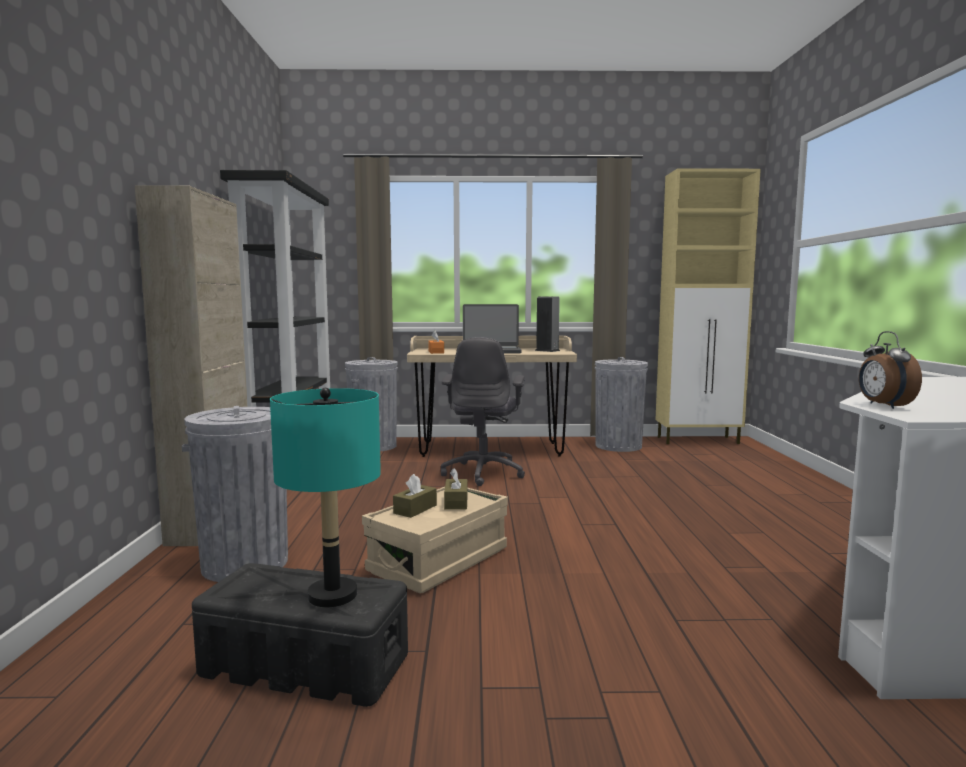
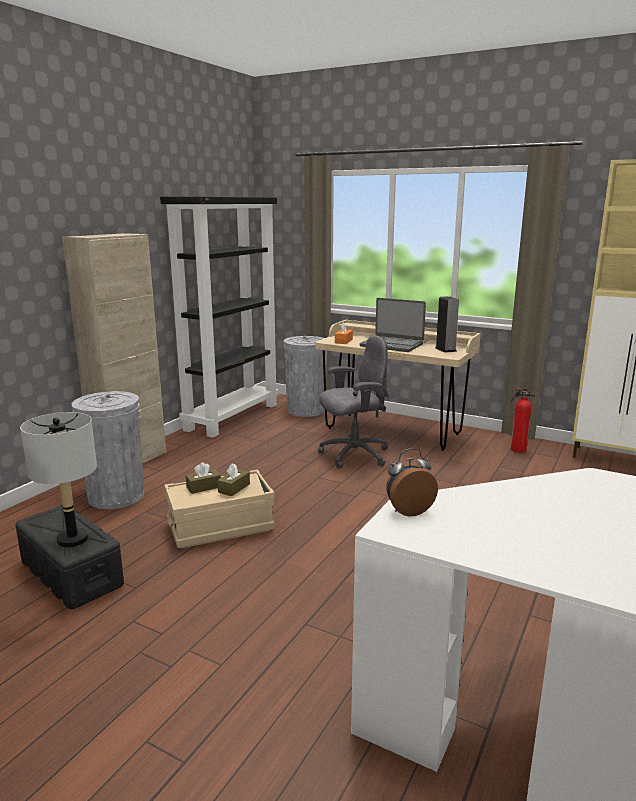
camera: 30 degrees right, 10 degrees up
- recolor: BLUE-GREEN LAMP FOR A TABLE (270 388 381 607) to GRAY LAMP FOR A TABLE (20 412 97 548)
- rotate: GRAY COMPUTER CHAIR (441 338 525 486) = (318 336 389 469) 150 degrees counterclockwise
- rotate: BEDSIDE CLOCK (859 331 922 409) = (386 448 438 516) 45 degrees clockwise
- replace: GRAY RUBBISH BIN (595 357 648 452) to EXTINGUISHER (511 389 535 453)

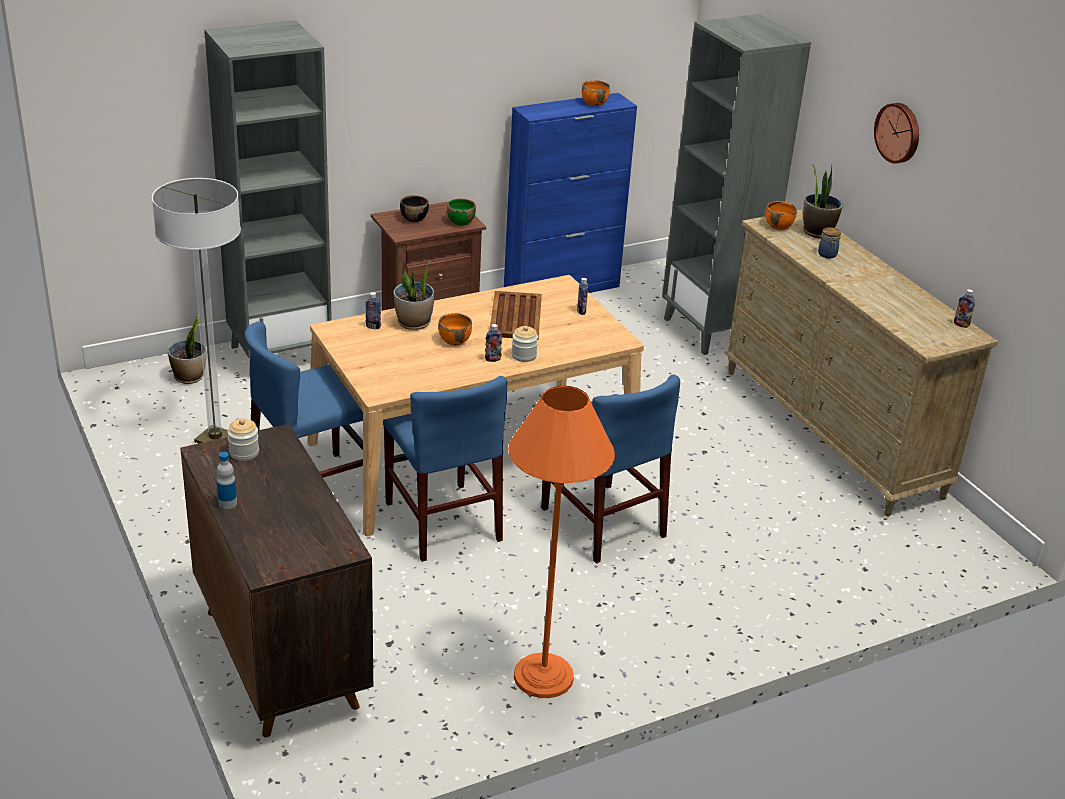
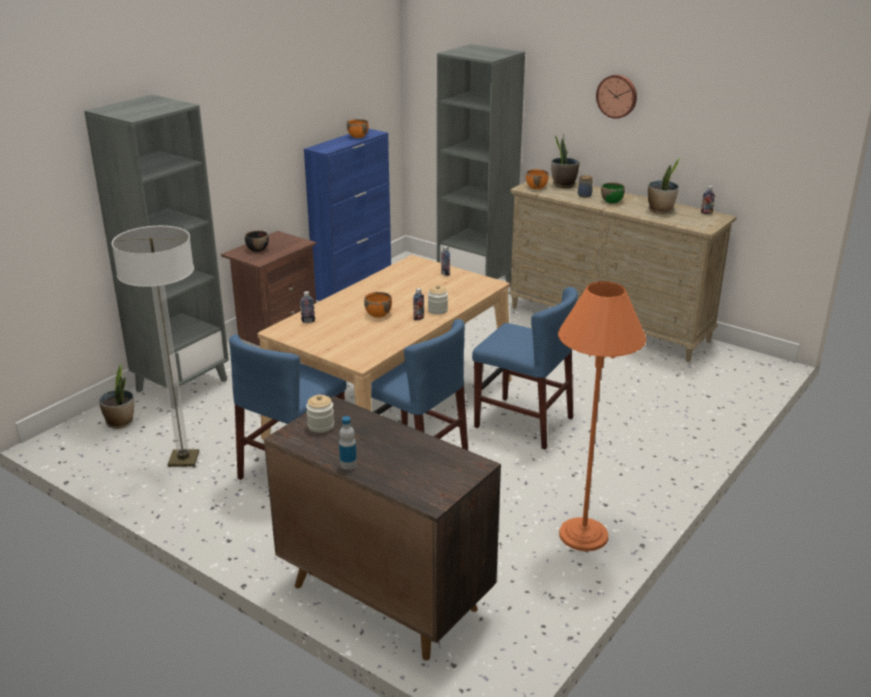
camera: 25 degrees left, 5 degrees down
- move: GREENISH SERVING BOWL (447 198 476 226) to (601 182 625 203)
- move: HOUSEPLANT (393 261 434 330) to (648 157 681 214)
- delete: BROWN CARRYING TRAY (490 291 542 340)

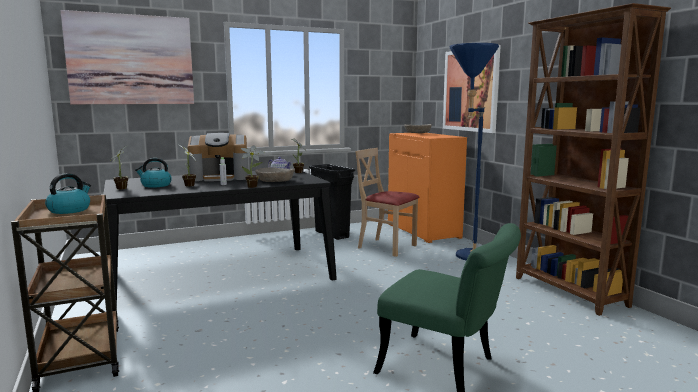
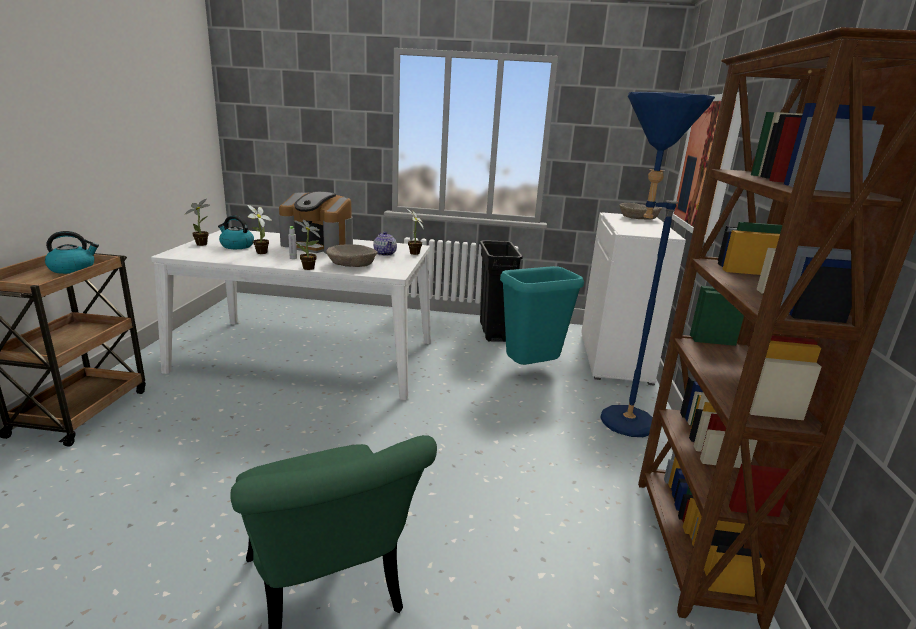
camera: 30 degrees right, 10 degrees up
- recolor: BLACK-COLOURED DINNER TABLE (103 171 337 307) to WHITISH DINNER TABLE (151 230 431 400)
- replace: SAND-COLOURED UPRIGHT CHAIR (355 148 420 257) to BLUE-GREEN RUBBISH BIN (500 266 584 365)
- recolor: ORANGEY CABINET (388 133 467 243) to WHITISH CABINET (581 212 686 386)
- delete: PICTURE (60 10 194 104)

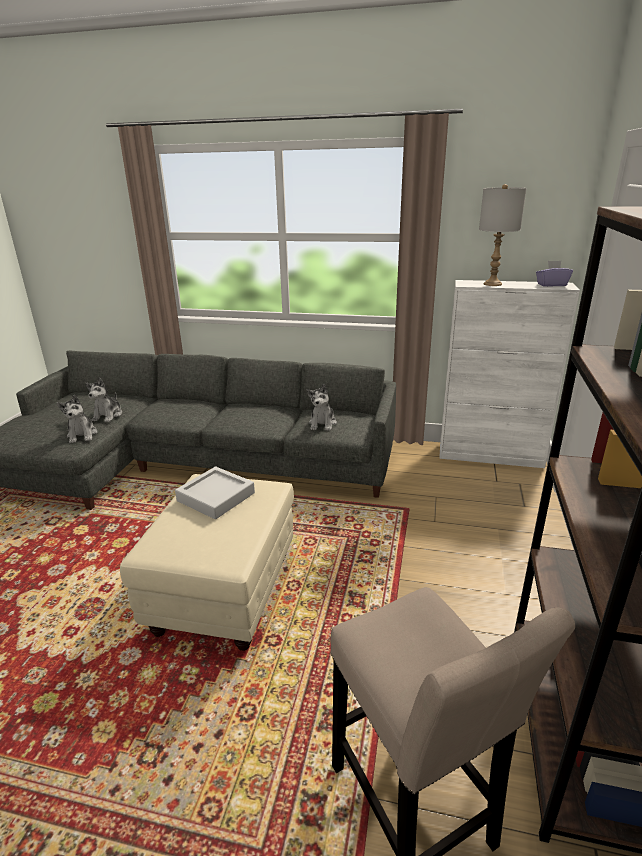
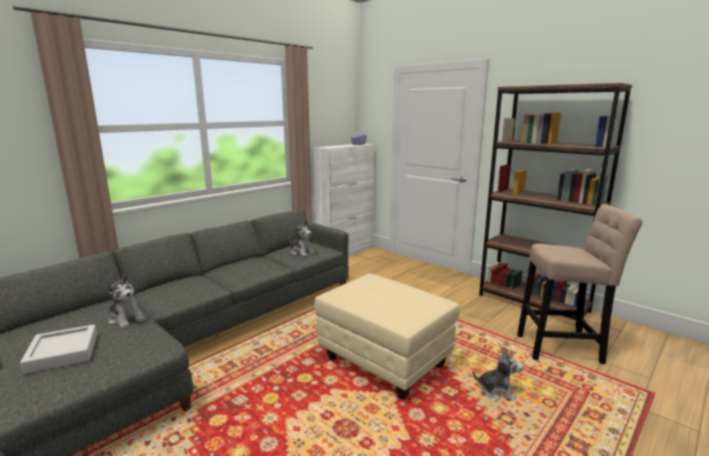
camera: 60 degrees left, 10 degrees down
- move: GRAY CARRYING TRAY (175 467 255 519) to (20 324 97 374)
- move: CUDDLY TOY (57 395 97 443) to (473 348 524 400)
- delete: GRAY LAMP FOR A TABLE (479 184 527 286)

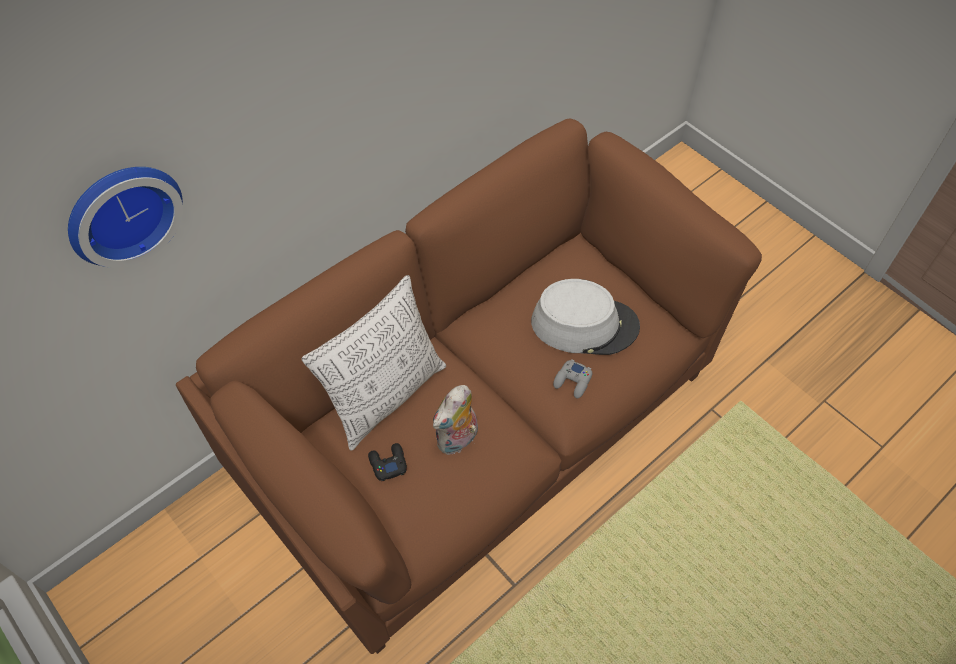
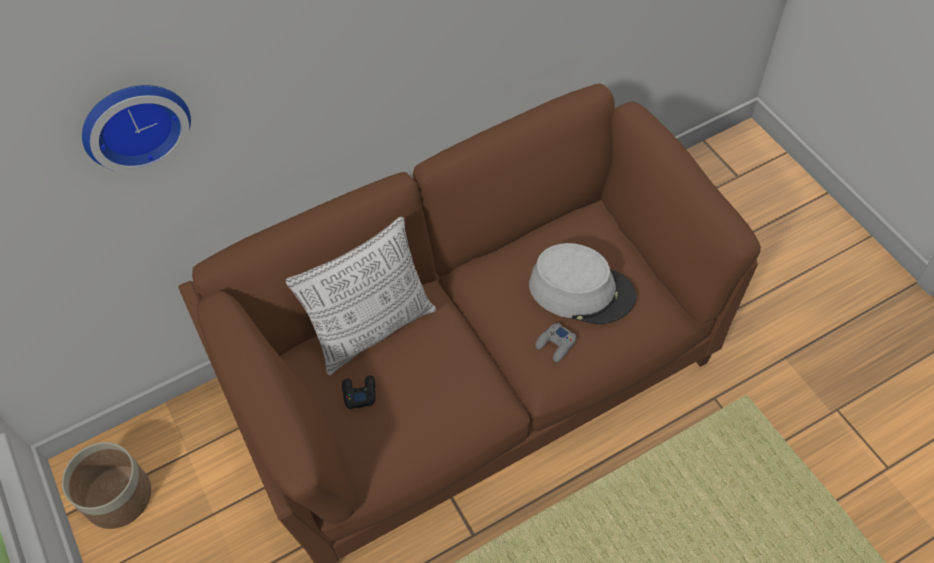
camera: 15 degrees right, 0 degrees up
- insert: FLOWER POT (62 442 151 529)
- delete: CUDDLY TOY (433 385 478 455)

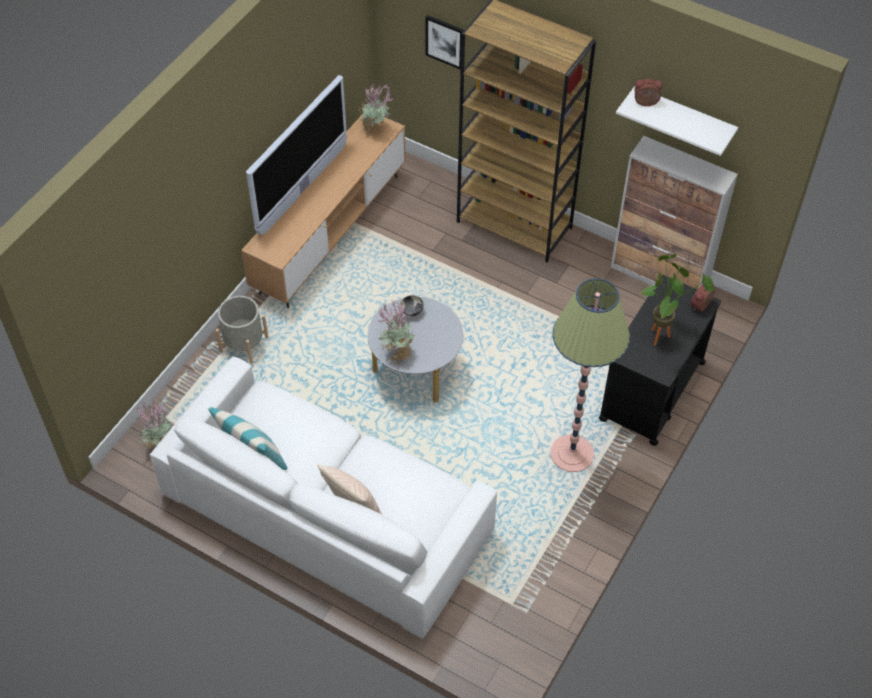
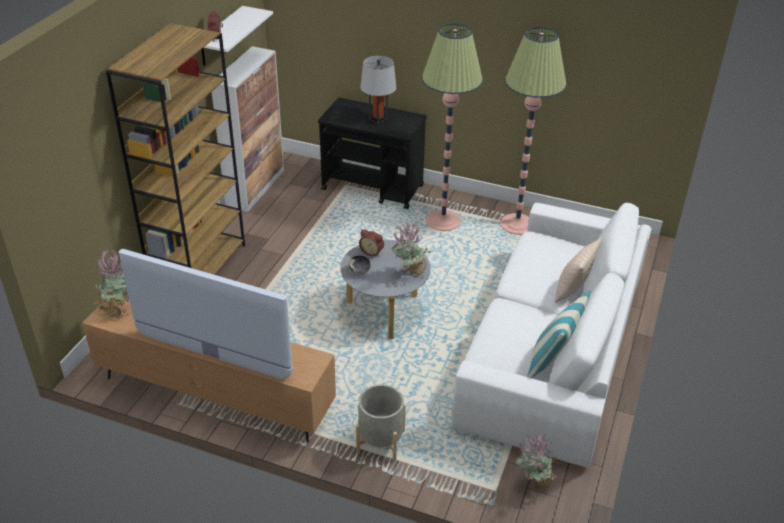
camera: 100 degrees left, 15 degrees down
- move: BEDSIDE CLOCK (690 284 715 312) to (359 229 384 256)
- replace: HOUSEPLANT (640 254 714 346) to GRAY LAMP FOR A TABLE (360 55 396 124)
- insert: STANDING LAMP (500 27 566 235)
- delete: PICTURE (425 15 464 70)

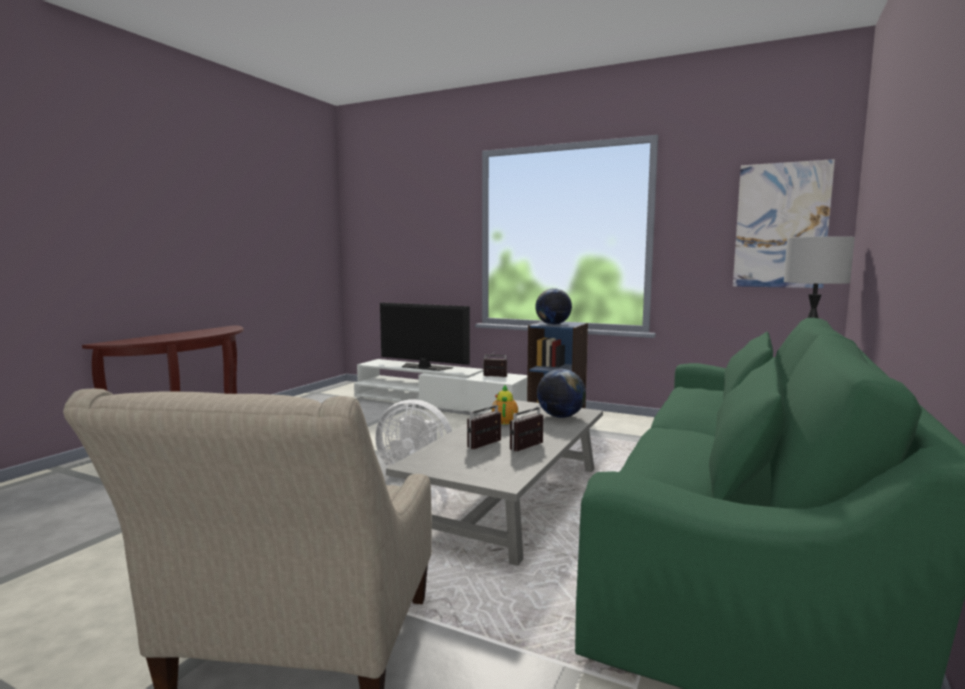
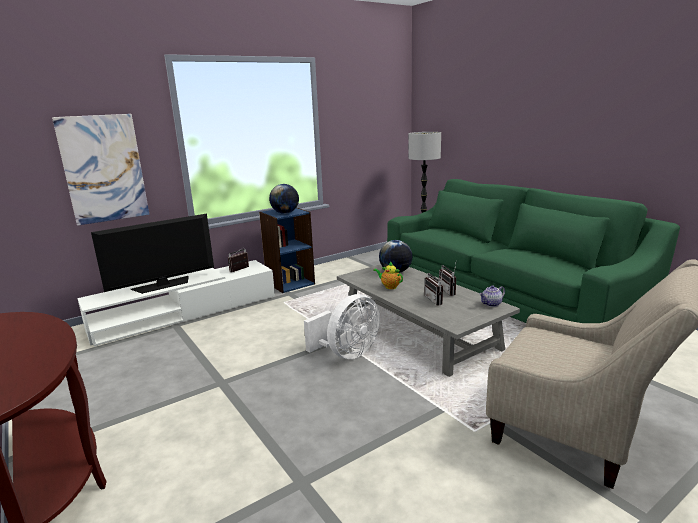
camera: 60 degrees left, 10 degrees up
- move: PICTURE (733 159 835 288) to (52 114 149 226)
- insert: POT FOR TEA (479 285 505 307)

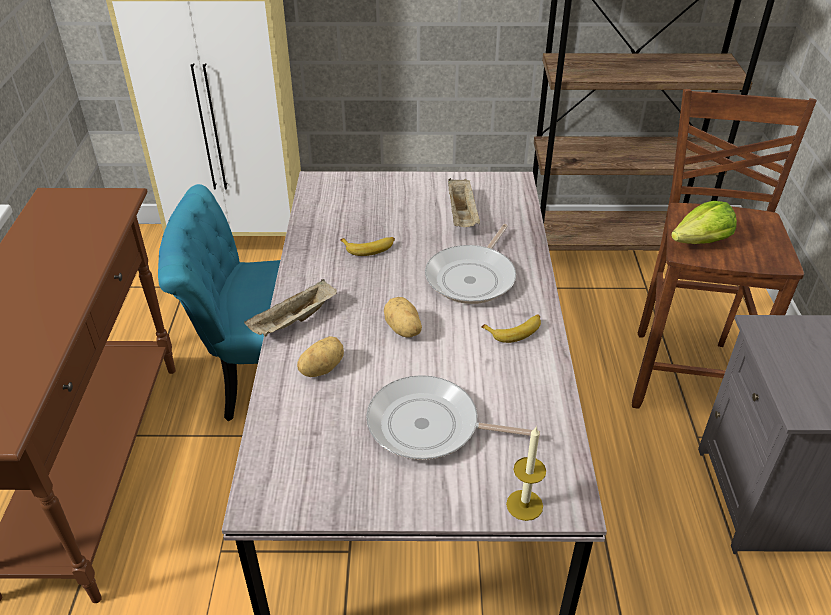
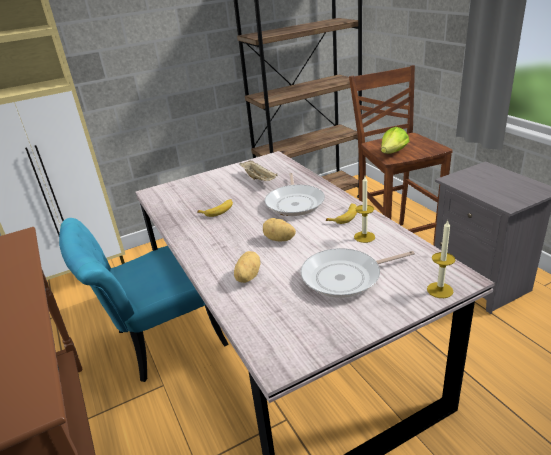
camera: 25 degrees left, 10 degrees down
- insert: WAX CANDLE (354 176 375 243)
- delete: SAND-COLOURED CARRYING TRAY (244 279 337 337)

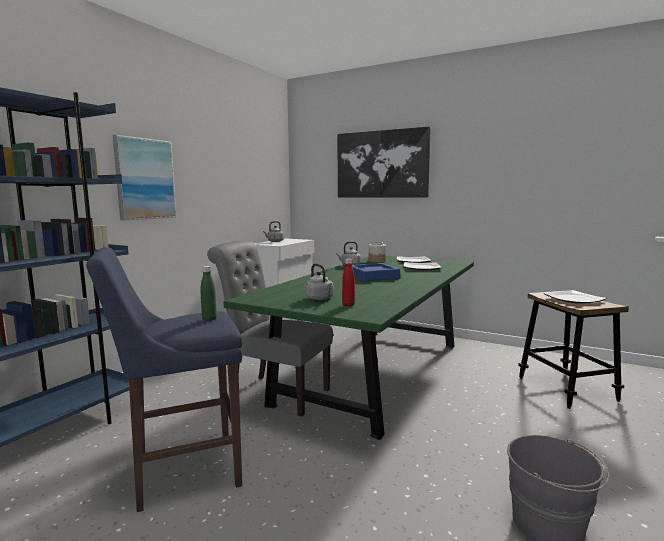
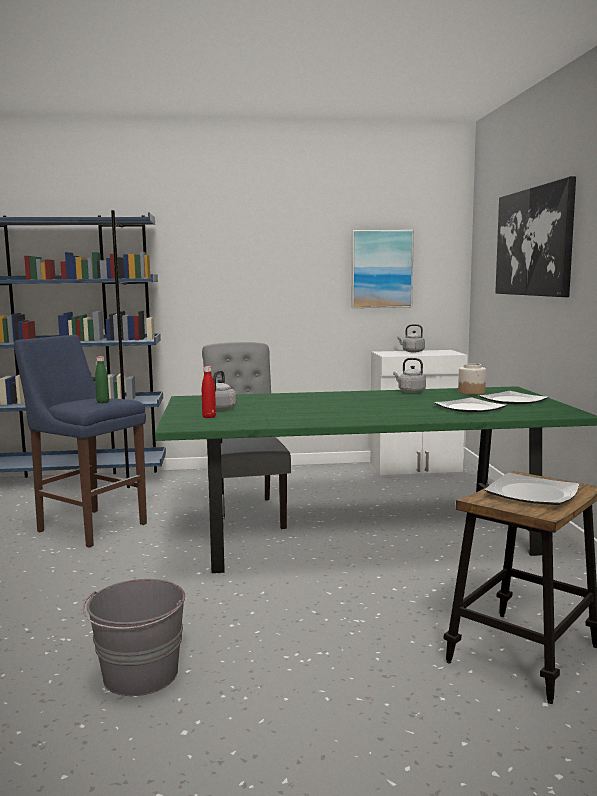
camera: 55 degrees right, 0 degrees up
- move: PICTURE (113 135 176 221) to (352 230 414 308)
- delete: BLUE-COLOURED CARRYING TRAY (352 263 400 281)

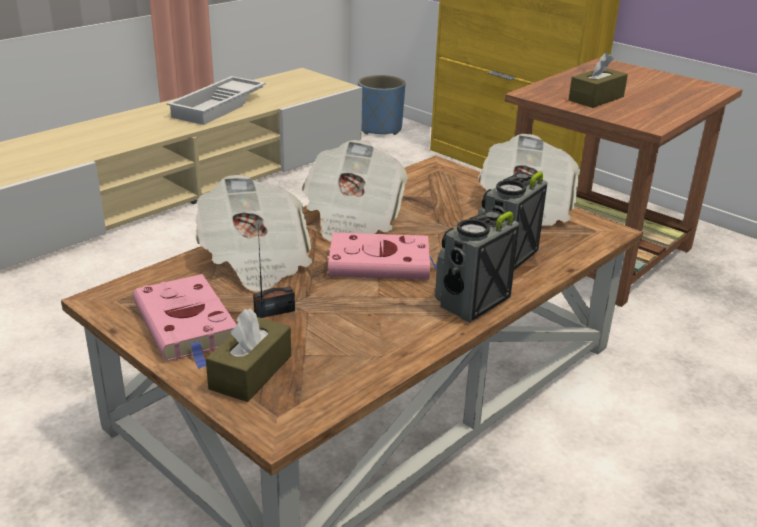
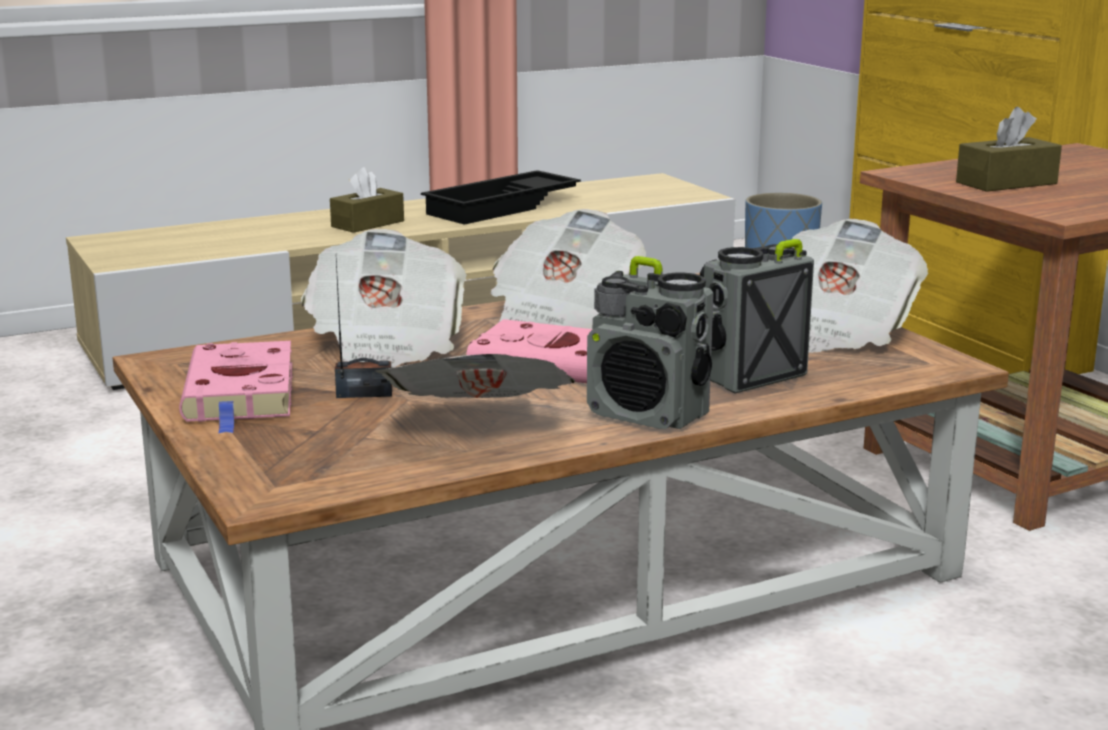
camera: 20 degrees right, 10 degrees down
- move: BROWN BOX OF TISSUES (206 308 291 402) to (330 167 404 233)
- insert: PRINTED PAPER (375 354 575 398)
- recolor: WHITISH CARRYING TRAY (166 76 266 125) to BLACK-COLOURED CARRYING TRAY (421 170 581 225)
- rotate: RADIO (435 210 520 323) = (587 256 714 429) 120 degrees counterclockwise

